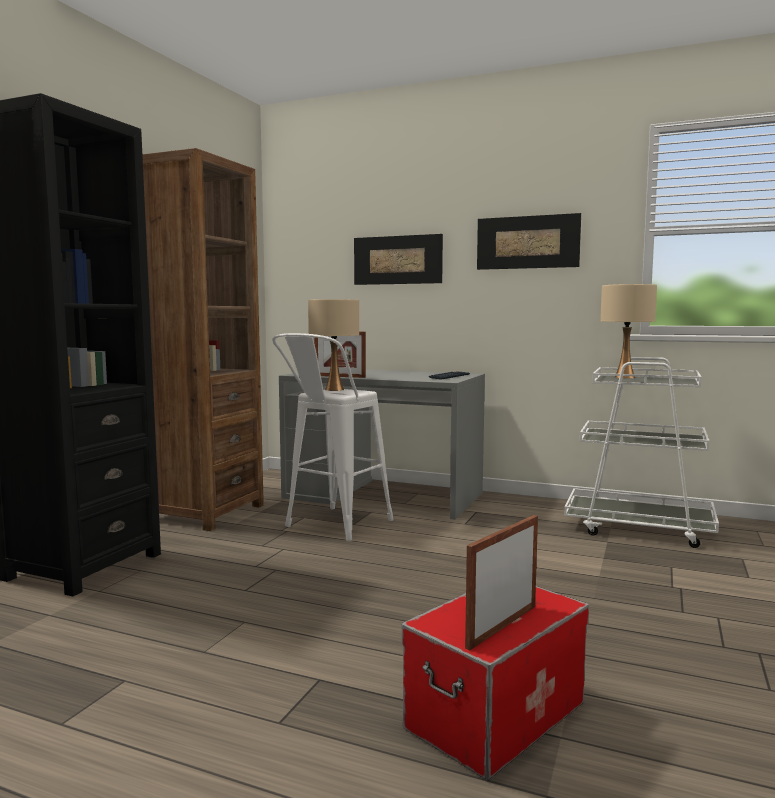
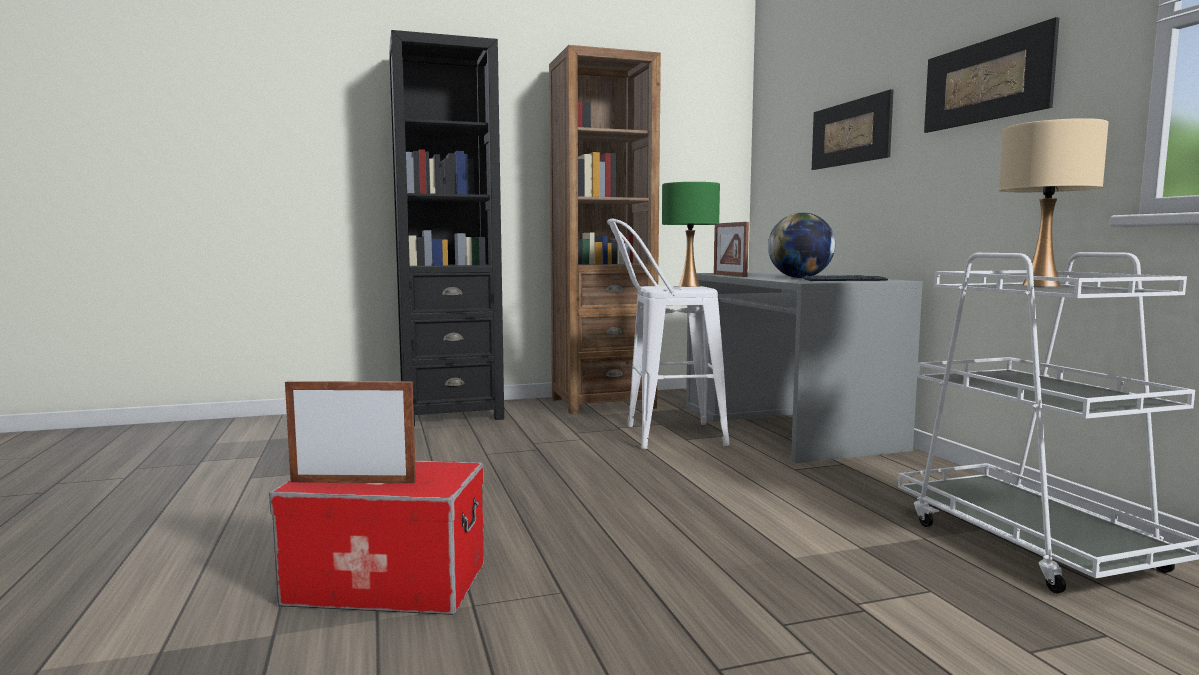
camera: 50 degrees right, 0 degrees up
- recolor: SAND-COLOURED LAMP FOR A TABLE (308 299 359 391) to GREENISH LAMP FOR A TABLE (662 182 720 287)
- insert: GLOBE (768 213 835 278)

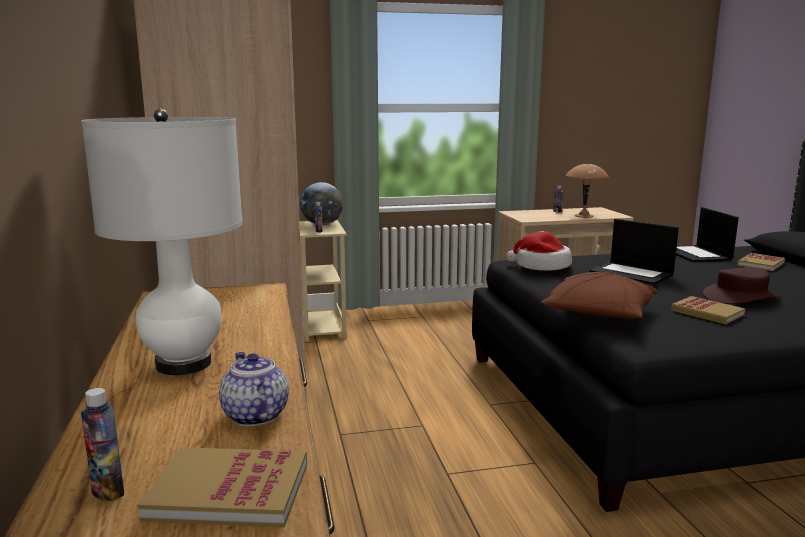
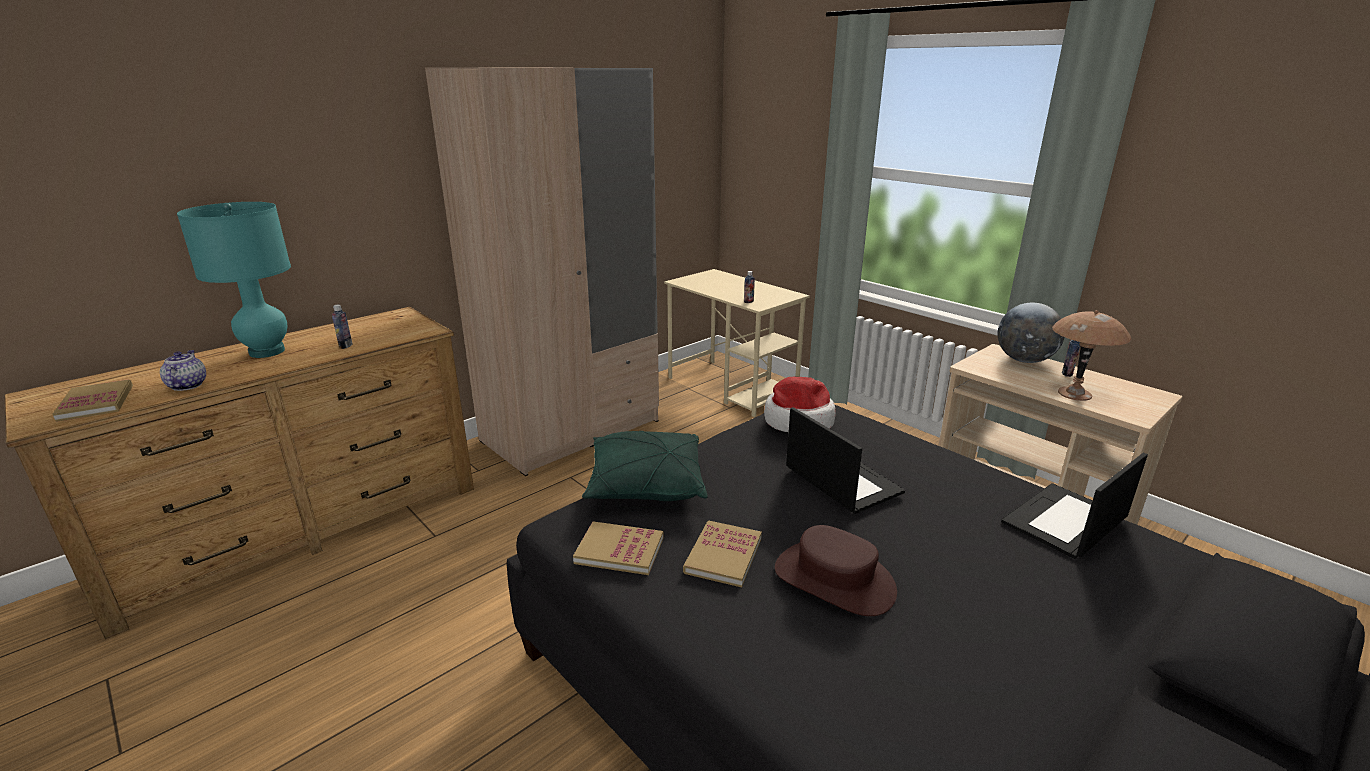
camera: 60 degrees right, 10 degrees up
- rotate: POT FOR TEA (219 352 289 426) = (160 350 206 391) 45 degrees counterclockwise
- recolor: WHITISH LAMP FOR A TABLE (81 109 243 375) to BLUE-GREEN LAMP FOR A TABLE (177 202 291 358)
- move: BOTTLE (81 388 124 501) to (332 305 353 349)
- move: VOLUME (737 253 785 271) to (573 521 664 575)
- recolor: BROWN CUSHION (541 272 658 319) to GREENISH CUSHION (582 431 708 501)
- rotate: NOTEBOOK COMPUTER (589 219 679 285) = (786 407 905 514) 135 degrees clockwise
- move: GLOBE (300 182 343 225) to (998 303 1064 363)

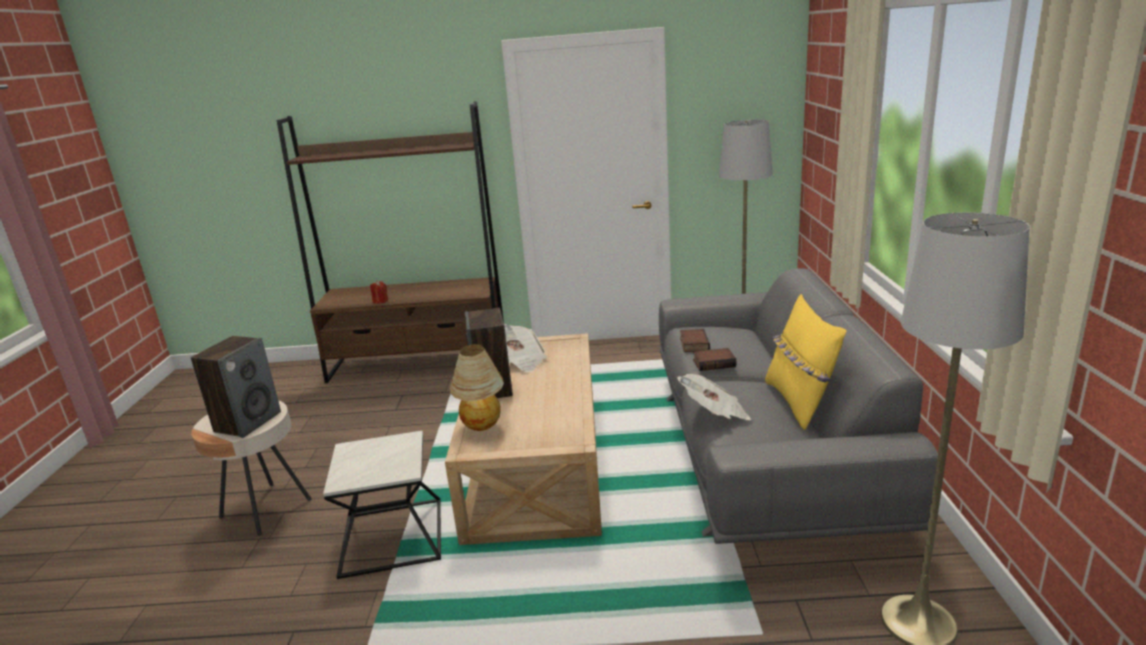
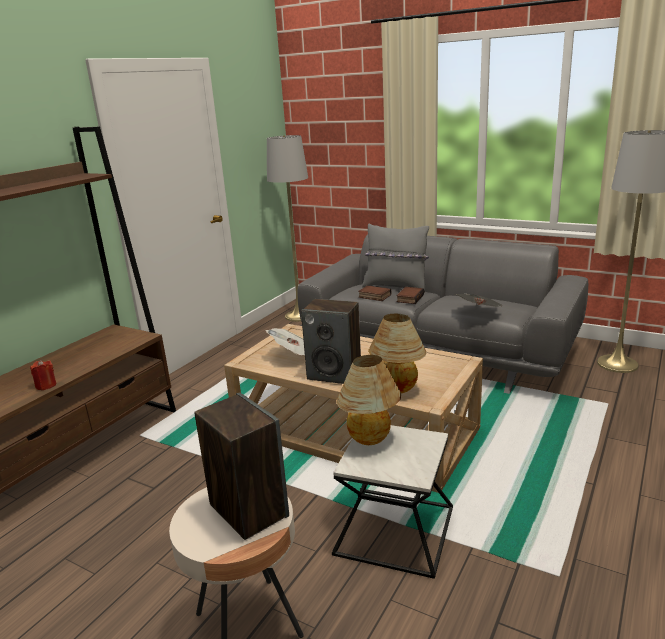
camera: 60 degrees left, 0 degrees up
- insert: LAMP FOR A TABLE (336 355 401 445)
- insert: GRAY CUSHION (362 223 429 293)
- delete: YELLOW CUSHION (765 294 846 430)

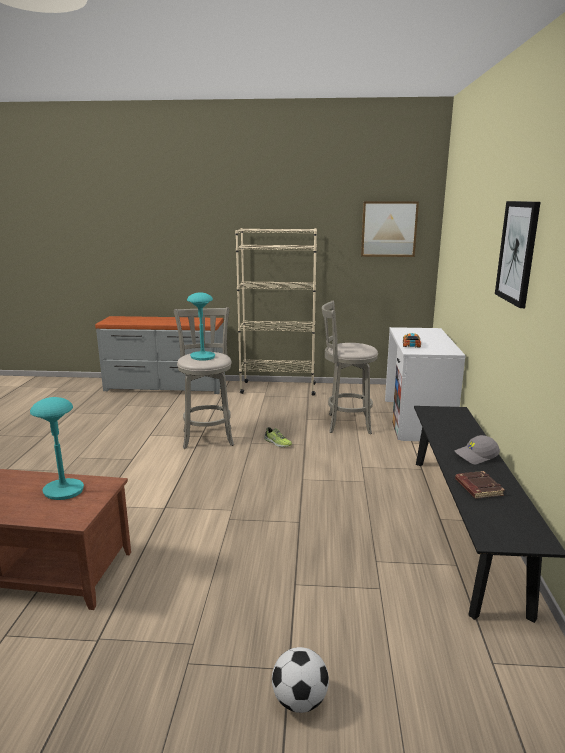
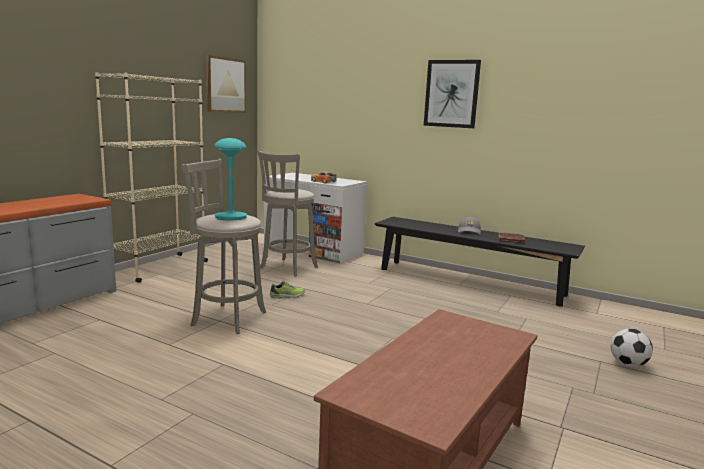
camera: 65 degrees left, 5 degrees down
- delete: BLUE-GREEN LAMP FOR A TABLE (30 397 84 500)

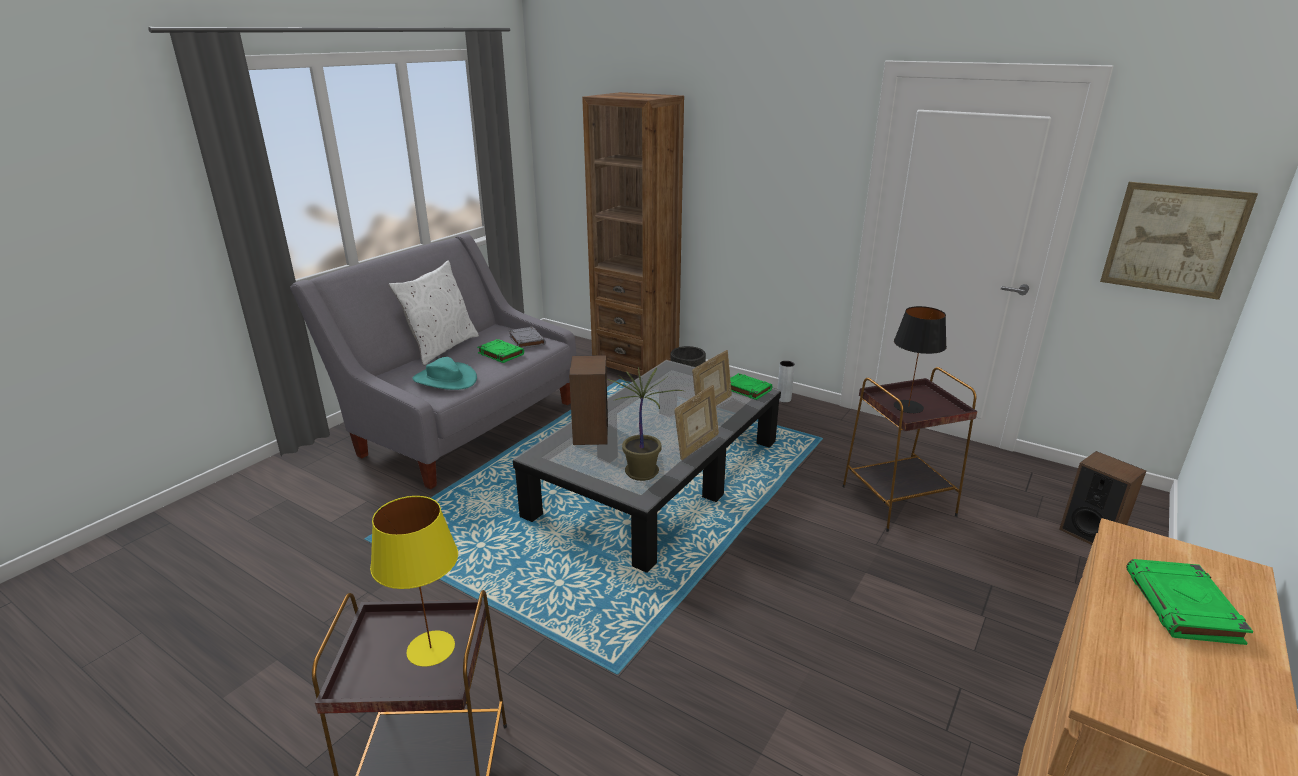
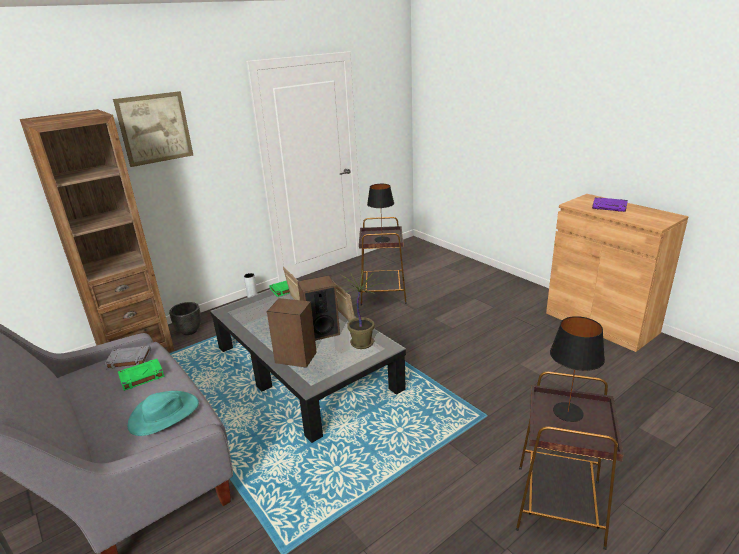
camera: 70 degrees left, 0 degrees up
- move: PICTURE (1100 182 1258 300) to (113 91 193 167)
- move: SPEAKER (1059 451 1146 545) to (298 275 340 341)
- recolor: YELLOW LAMP FOR A TABLE (370 496 458 667) to BLACK-COLOURED LAMP FOR A TABLE (550 316 605 422)
- recolor: GREENISH VOLUME (1126 559 1253 645) to PURPLE-COLOURED VOLUME (592 197 628 212)
- delete: WHITISH CUSHION (389 260 479 365)

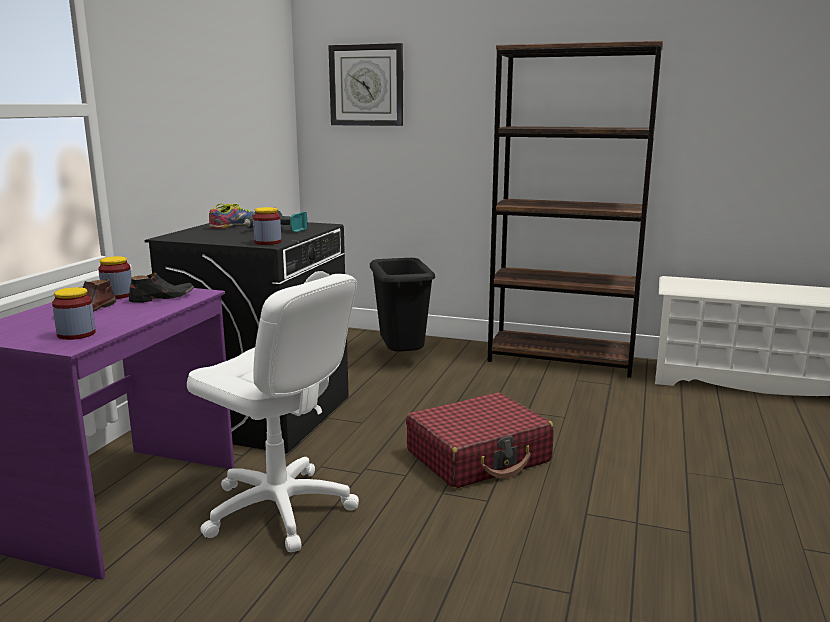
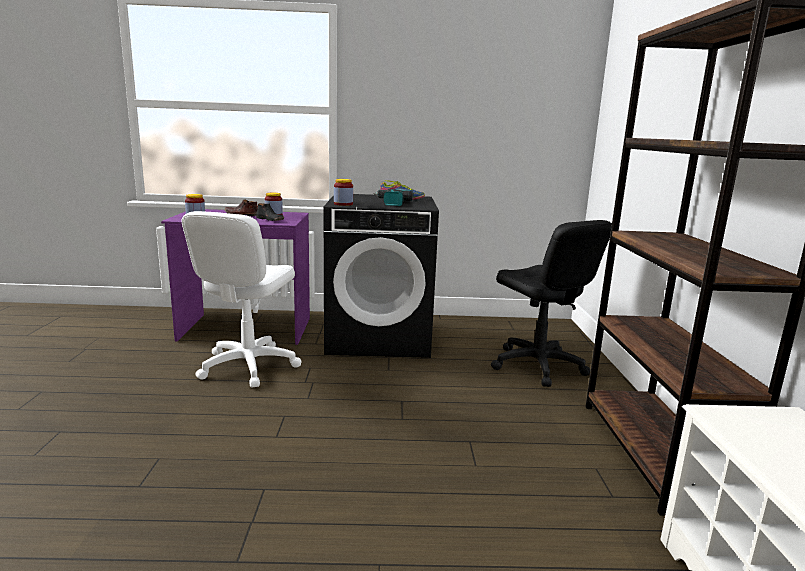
camera: 70 degrees right, 0 degrees up
- replace: BLACK-COLOURED RUBBISH BIN (370 258 435 352) to BLACK-COLOURED COMPUTER CHAIR (491 220 612 387)
- delete: HANGING CLOCK (328 43 403 126)
- delete: RED SUITCASE (406 393 554 489)

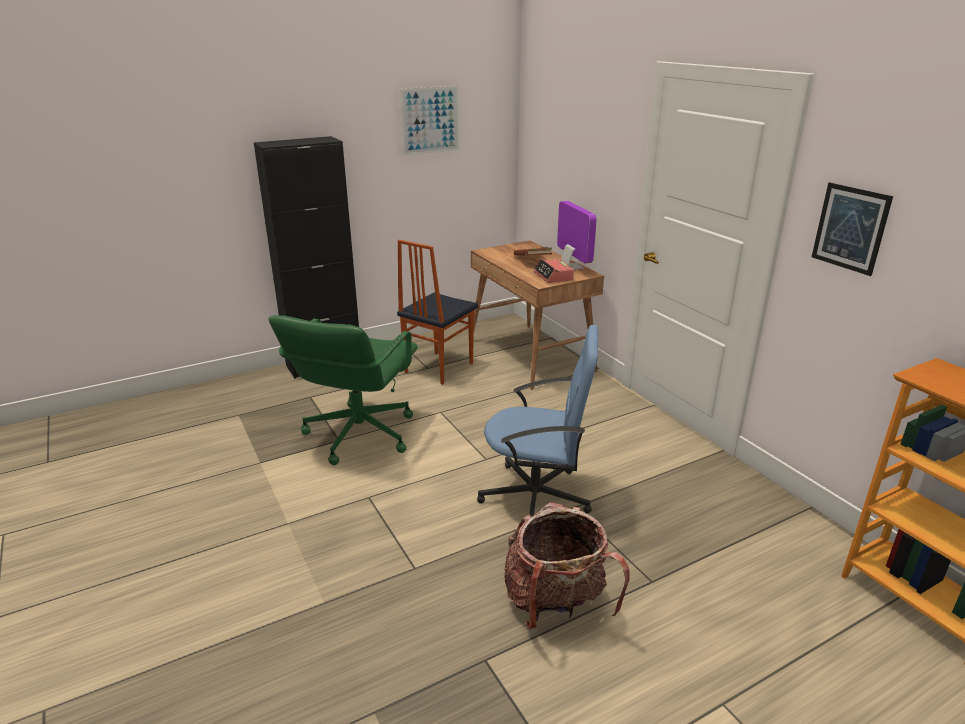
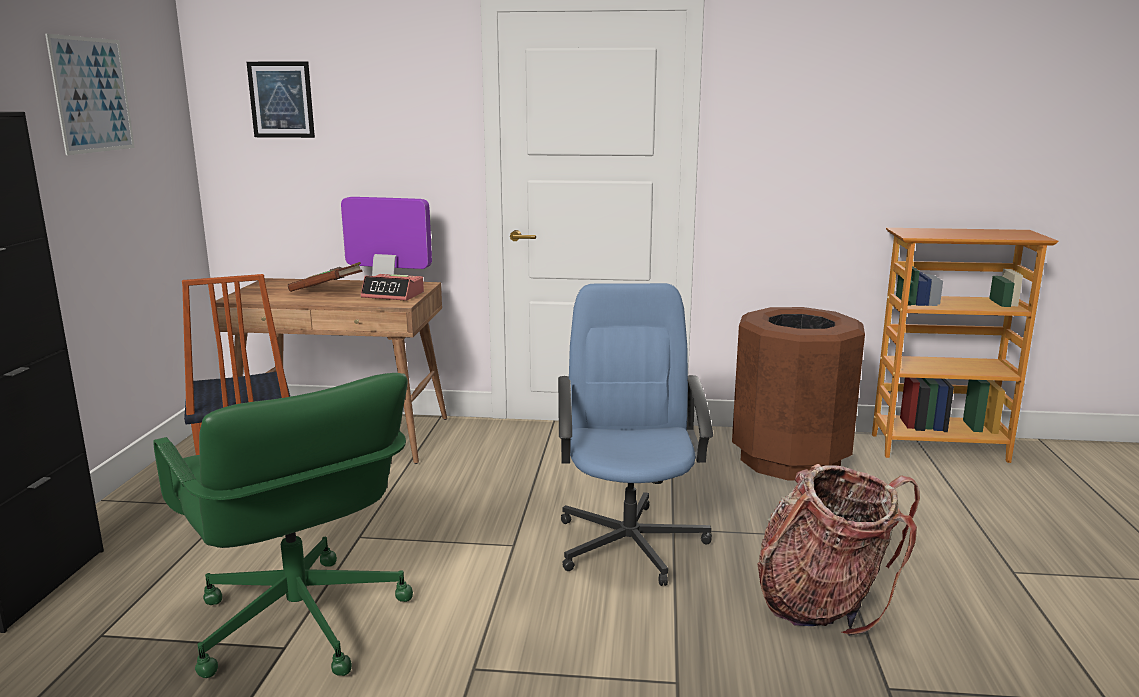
camera: 55 degrees left, 10 degrees down
- move: PICTURE (812 183 893 276) to (247 61 315 138)
- rotate: BLUE-COLOURED COMPUTER CHAIR (477 325 598 517) = (558 283 713 586) 45 degrees counterclockwise
- insert: BROWN RUBBISH BIN (732 307 865 481)

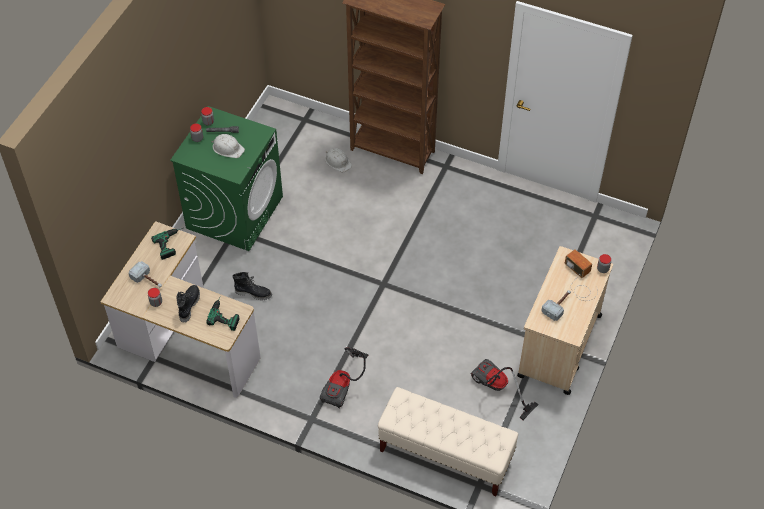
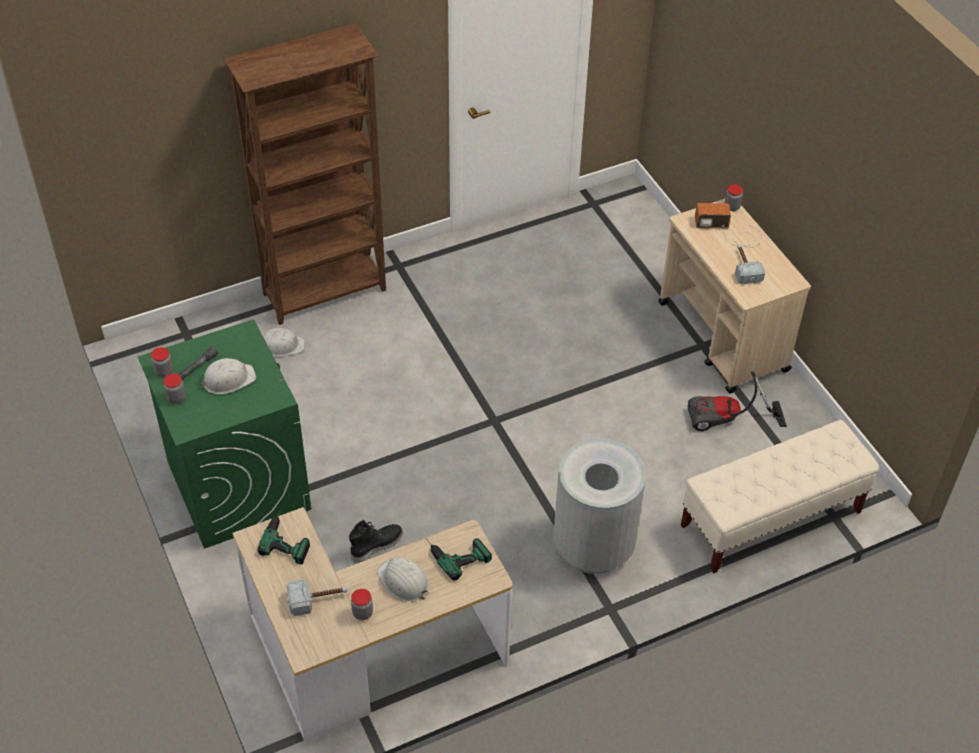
camera: 50 degrees left, 5 degrees down
- replace: BLACK-COLOURED HIGH-TOP BOOT (176 285 200 323) to WHITISH SAFETY HELMET (377 558 429 602)
- replace: HOOVER (320 347 368 408) to GRAY RUBBISH BIN (554 438 646 574)

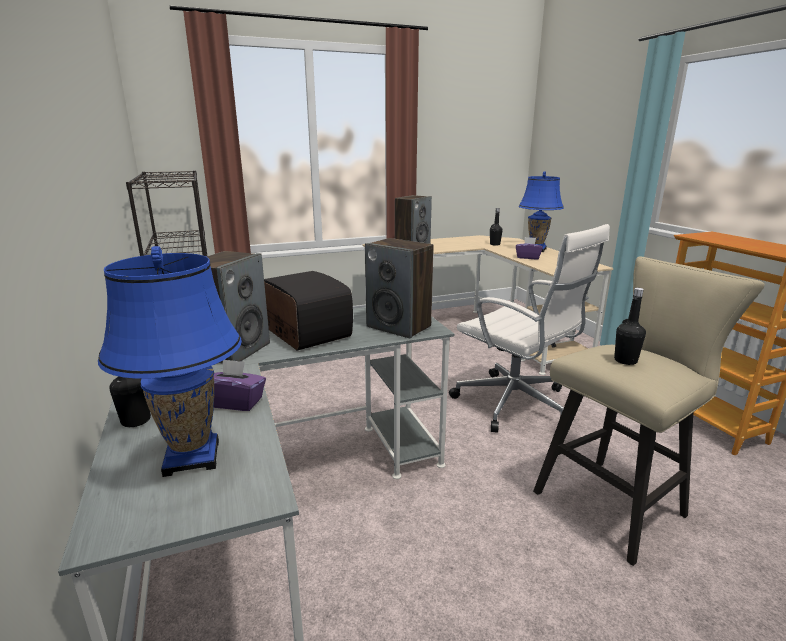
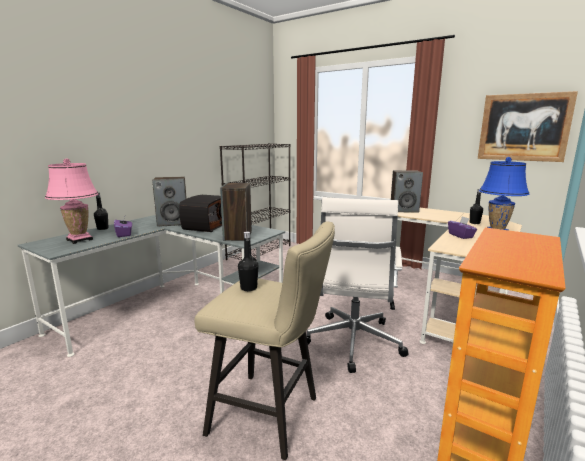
camera: 55 degrees right, 5 degrees down
- recolor: BLUE-COLOURED LAMP FOR A TABLE (98 246 242 477) to PINK-COLOURED LAMP FOR A TABLE (45 158 99 244)
- insert: PICTURE (478 91 578 162)

